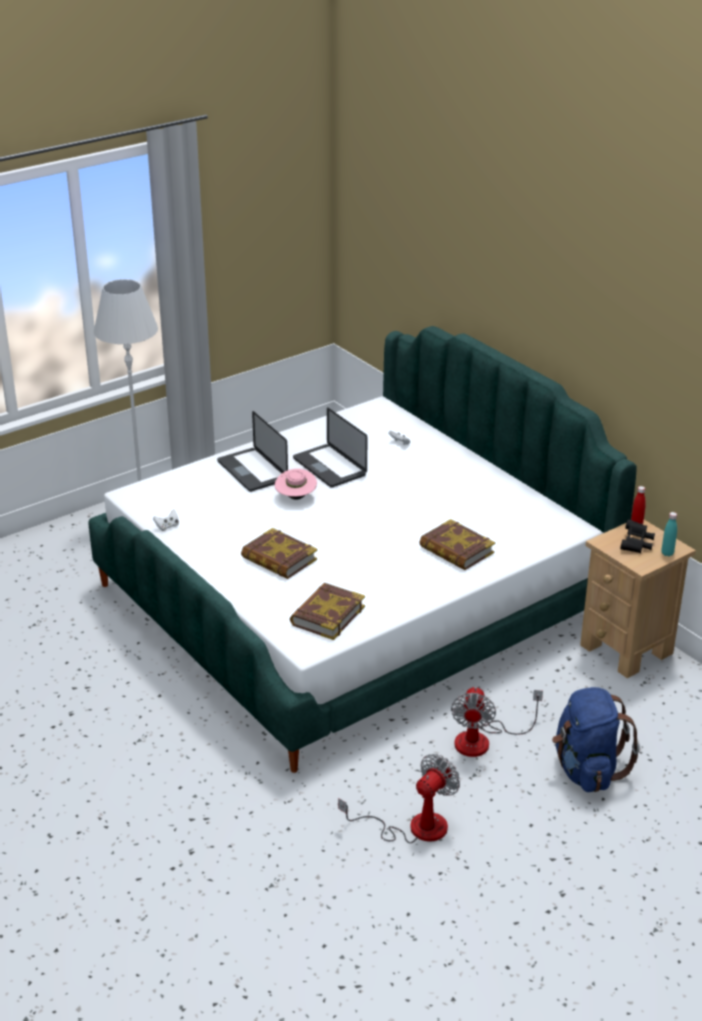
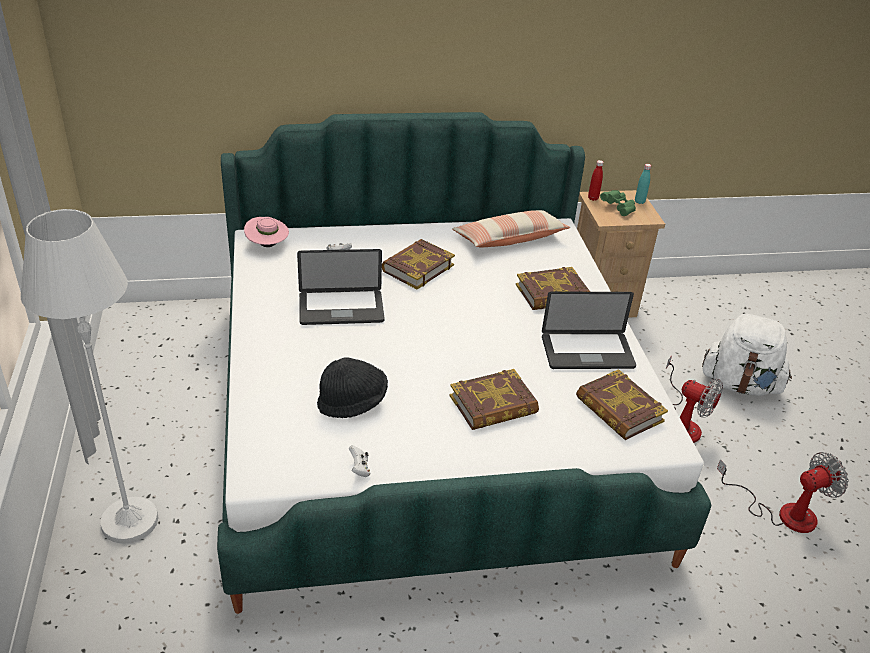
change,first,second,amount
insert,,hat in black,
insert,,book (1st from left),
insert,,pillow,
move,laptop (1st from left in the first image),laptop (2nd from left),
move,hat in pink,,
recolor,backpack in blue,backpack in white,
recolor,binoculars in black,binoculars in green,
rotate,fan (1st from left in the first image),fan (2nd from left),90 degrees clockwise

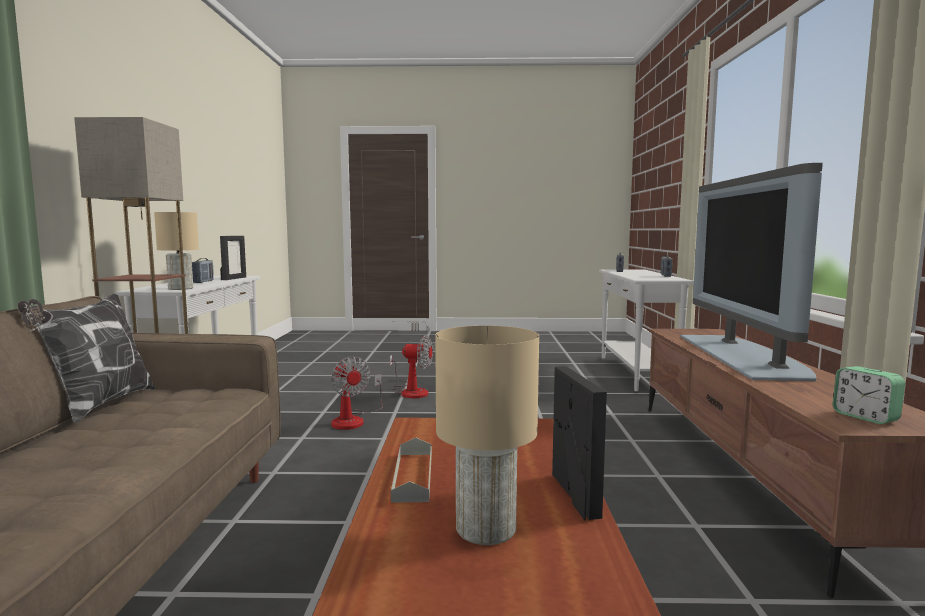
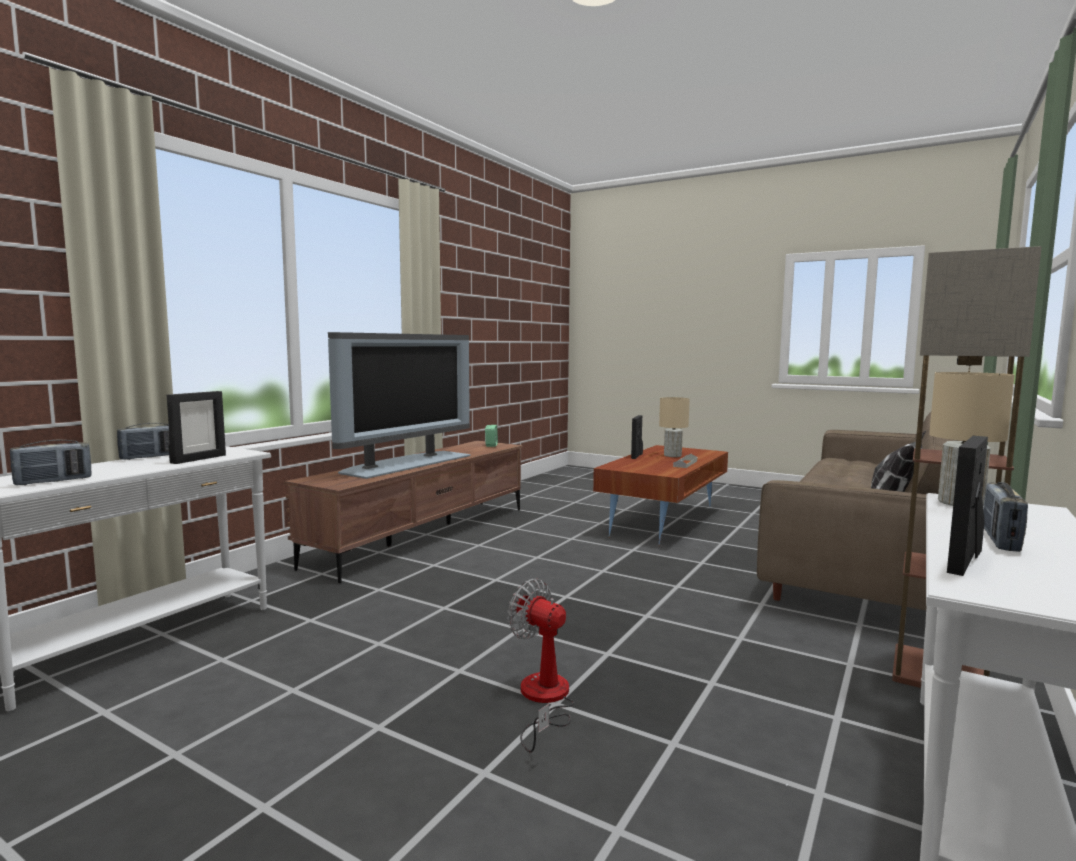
change,first,second,amount
delete,fan (1st from left),,
insert,,picture frame (1st from left),

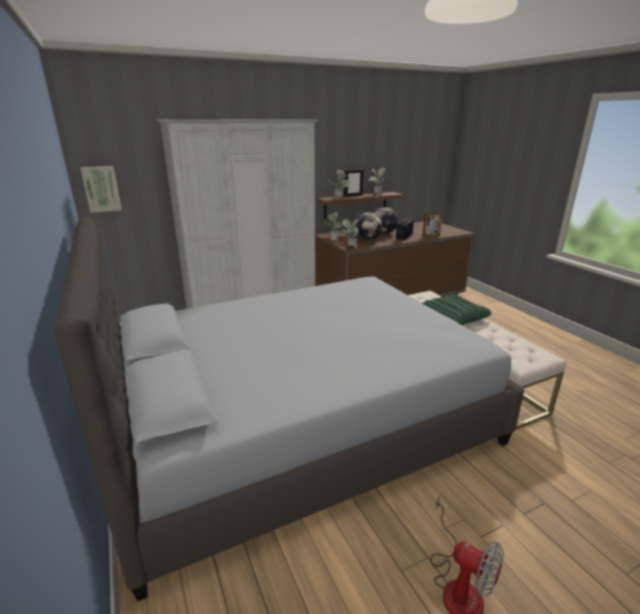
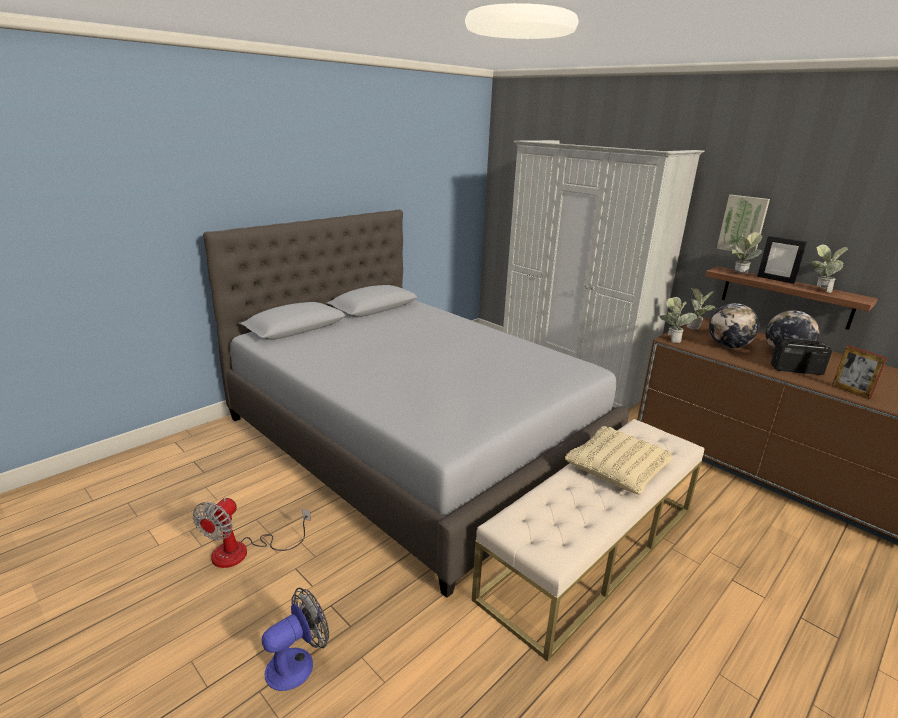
change,first,second,amount
insert,,fan (2nd from left),
move,picture,,
recolor,pillow in green,pillow in beige,

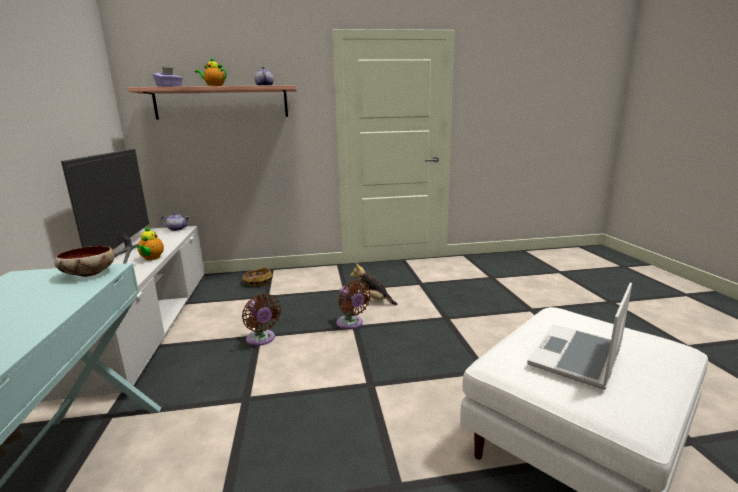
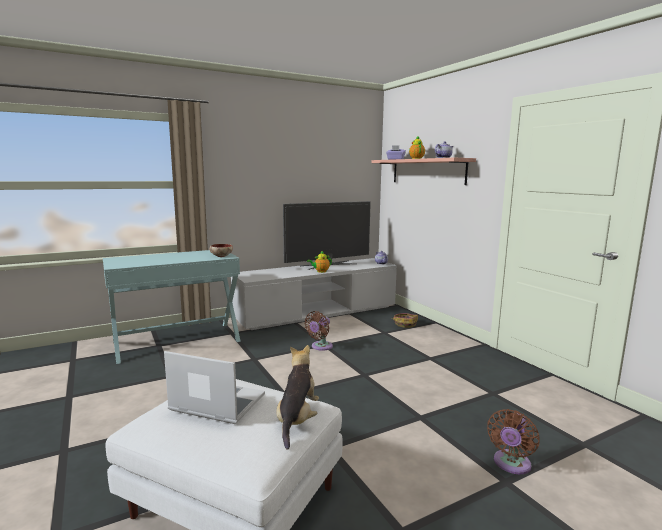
change,first,second,amount
move,fan in brown (2nd from left),,
move,plush toy,,

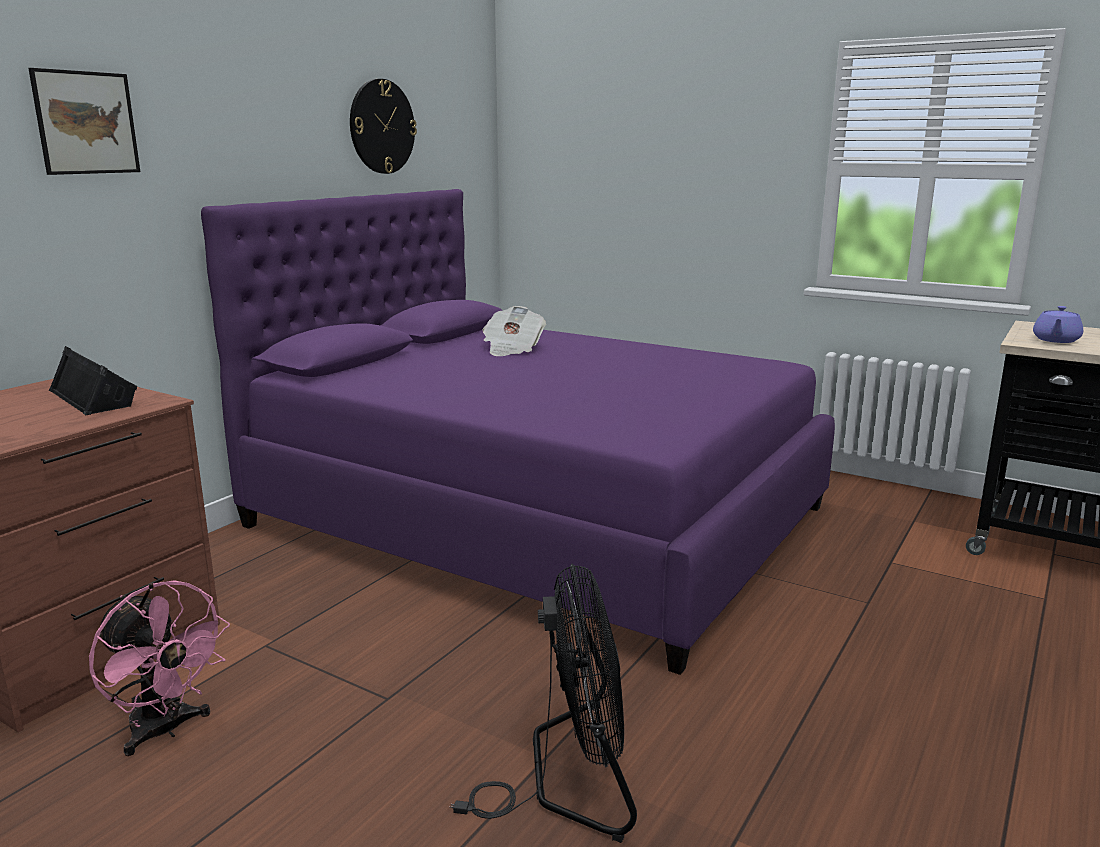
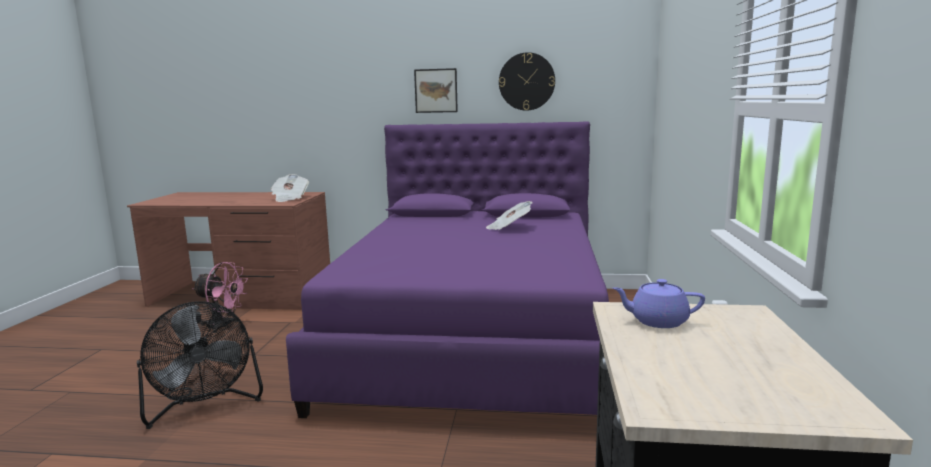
change,first,second,amount
move,picture,,
replace,speaker in black,newspaper (1st from left),
rotate,fan in pink,,90 degrees counterclockwise

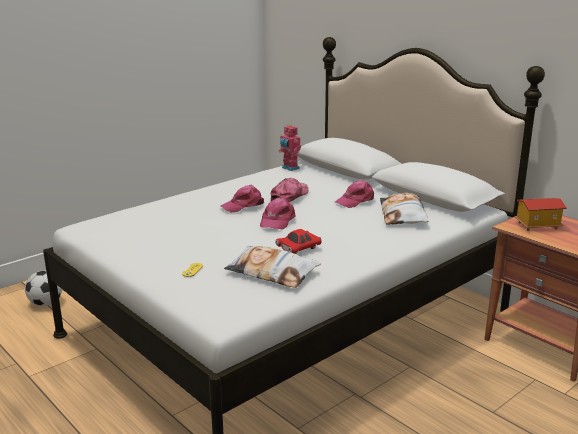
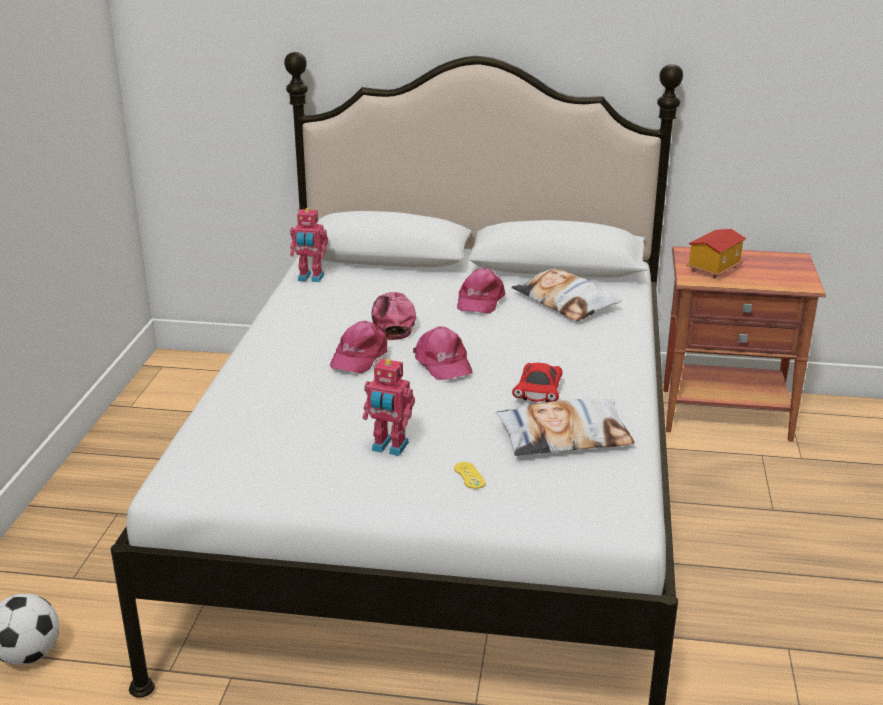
change,first,second,amount
insert,,toy robot (2nd from left),

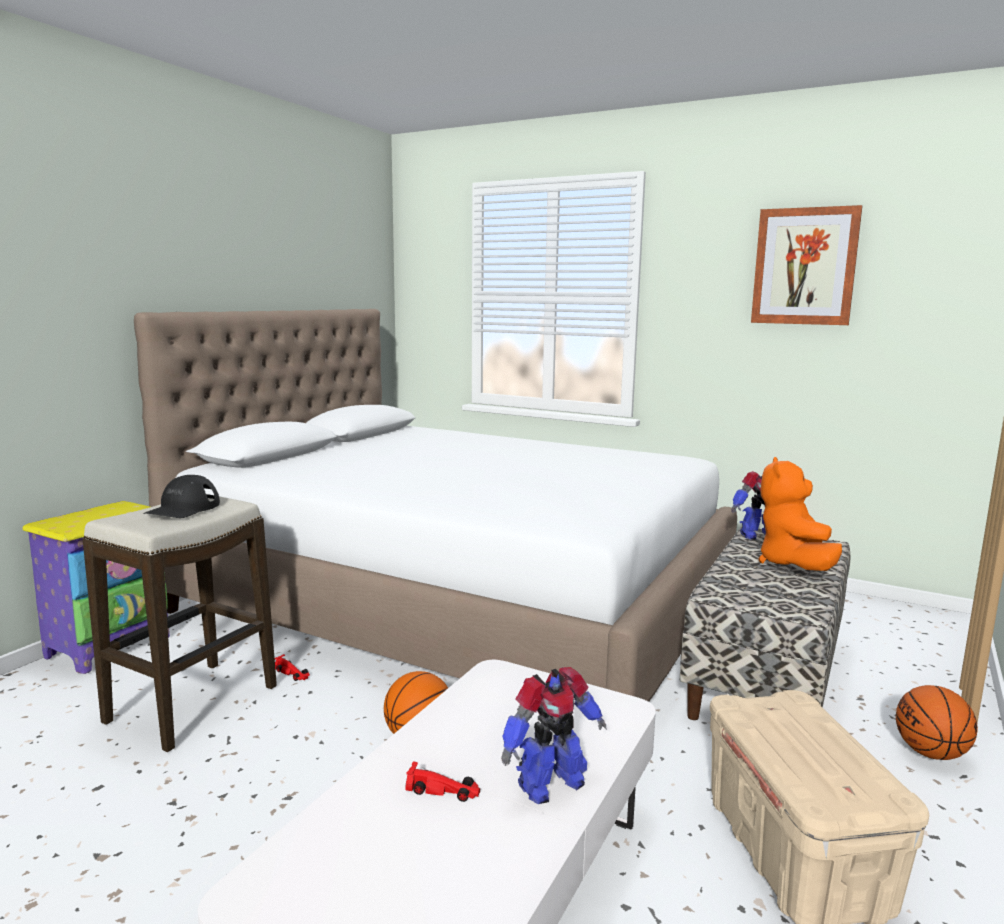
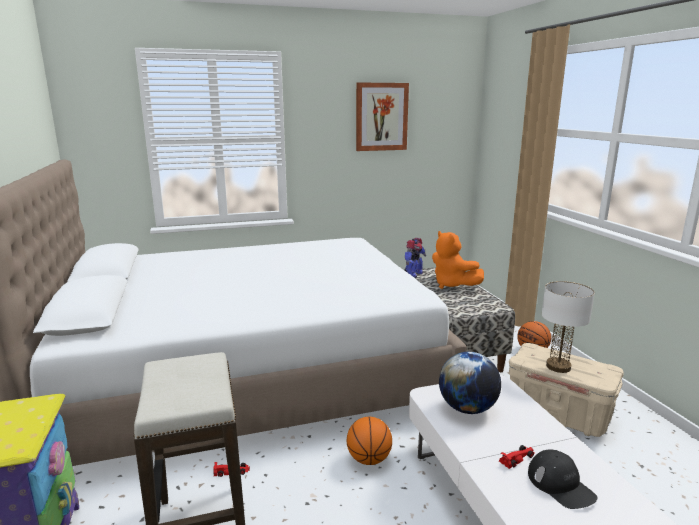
change,first,second,amount
delete,toy robot (1st from left),,
insert,,globe,
insert,,table lamp,
move,cap in black,,

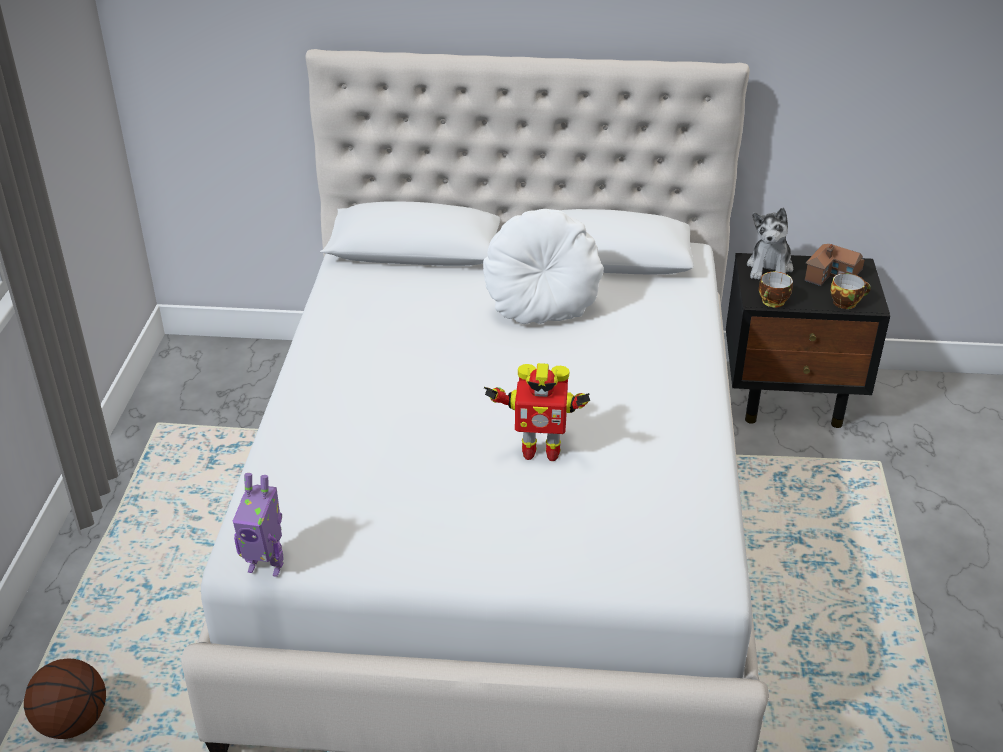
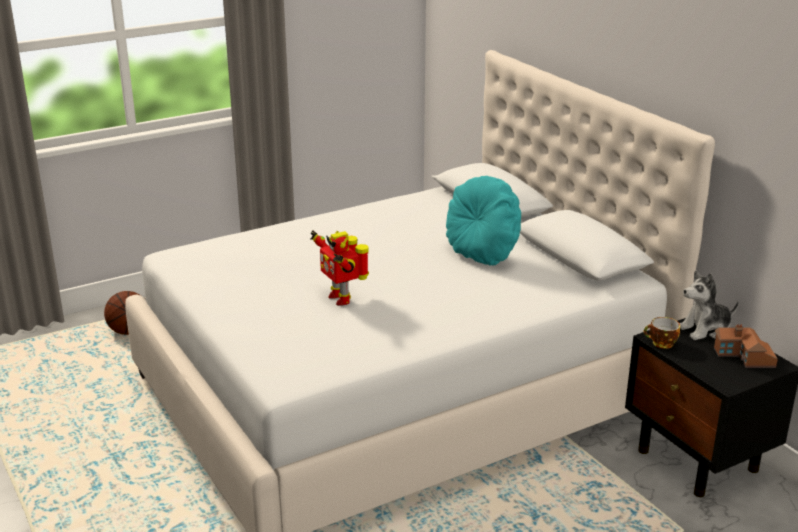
change,first,second,amount
delete,toy robot (1st from left),,
delete,cup (2nd from left),,
recolor,pillow in white,pillow in turquoise,

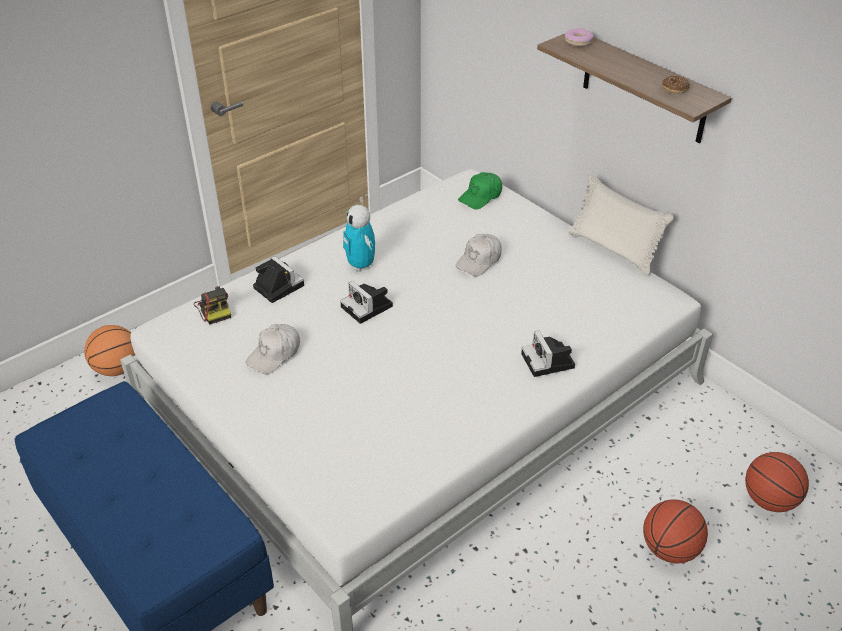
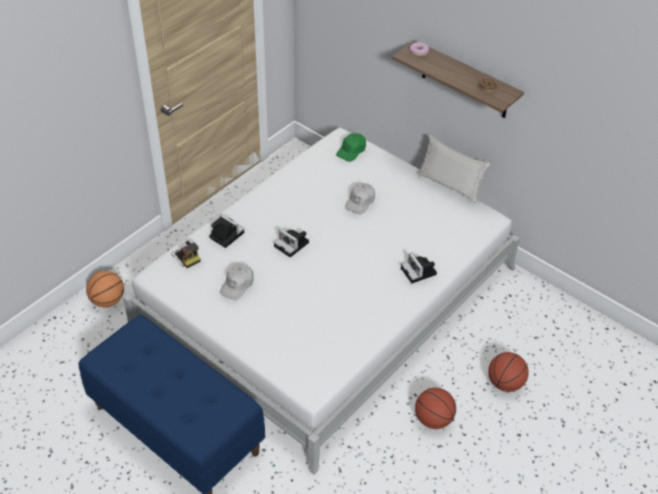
change,first,second,amount
delete,toy robot,,
move,basketball (3rd from left in the first image),basketball (2nd from left),

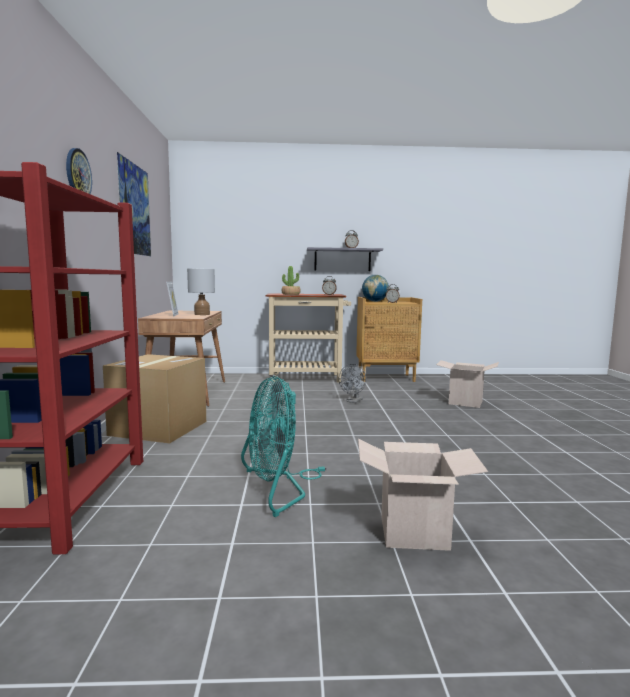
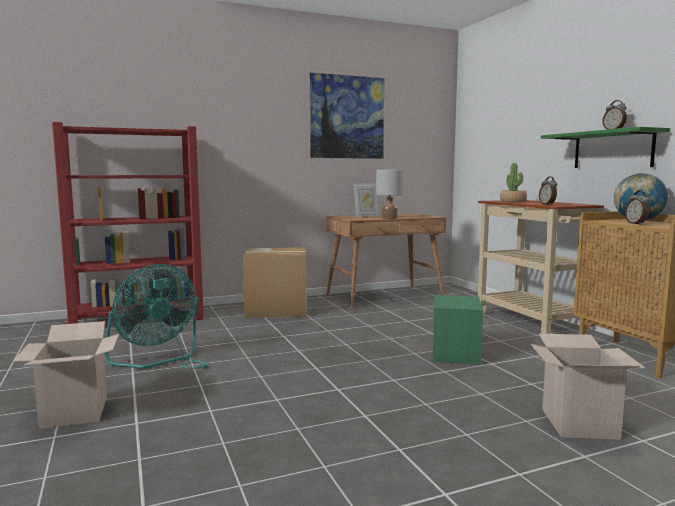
change,first,second,amount
delete,wall clock,,
replace,fan in grey,storage box in green,
recolor,shelf in grey,shelf in green,

